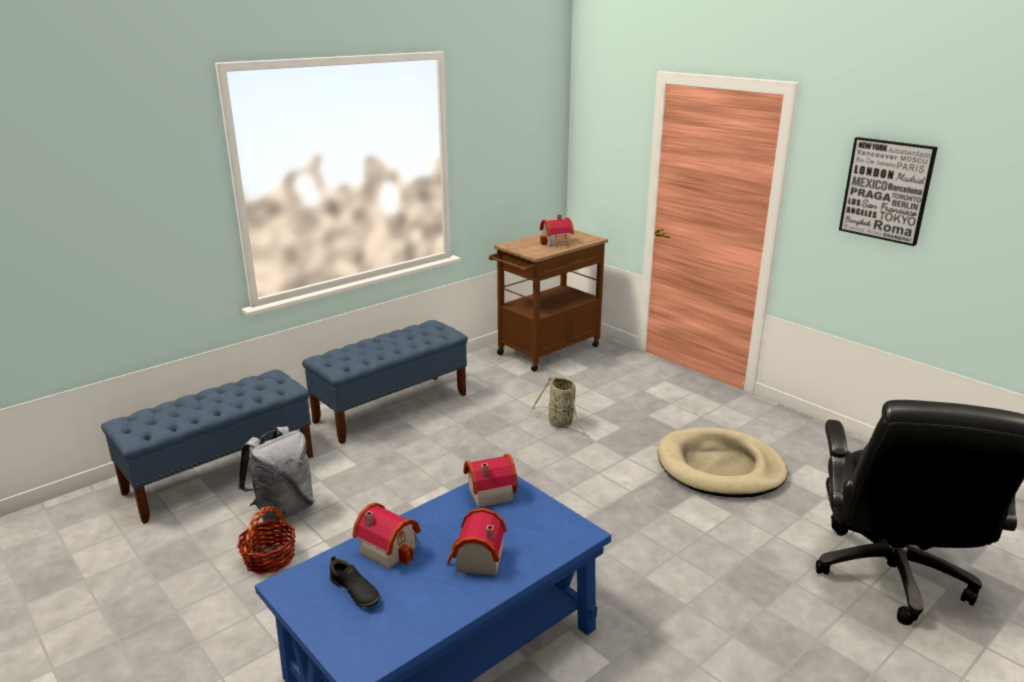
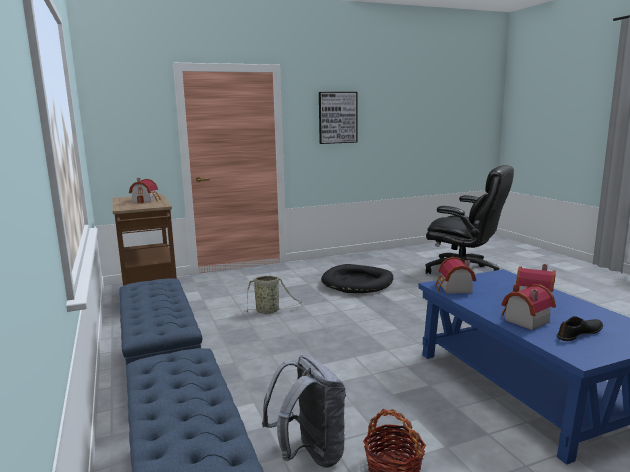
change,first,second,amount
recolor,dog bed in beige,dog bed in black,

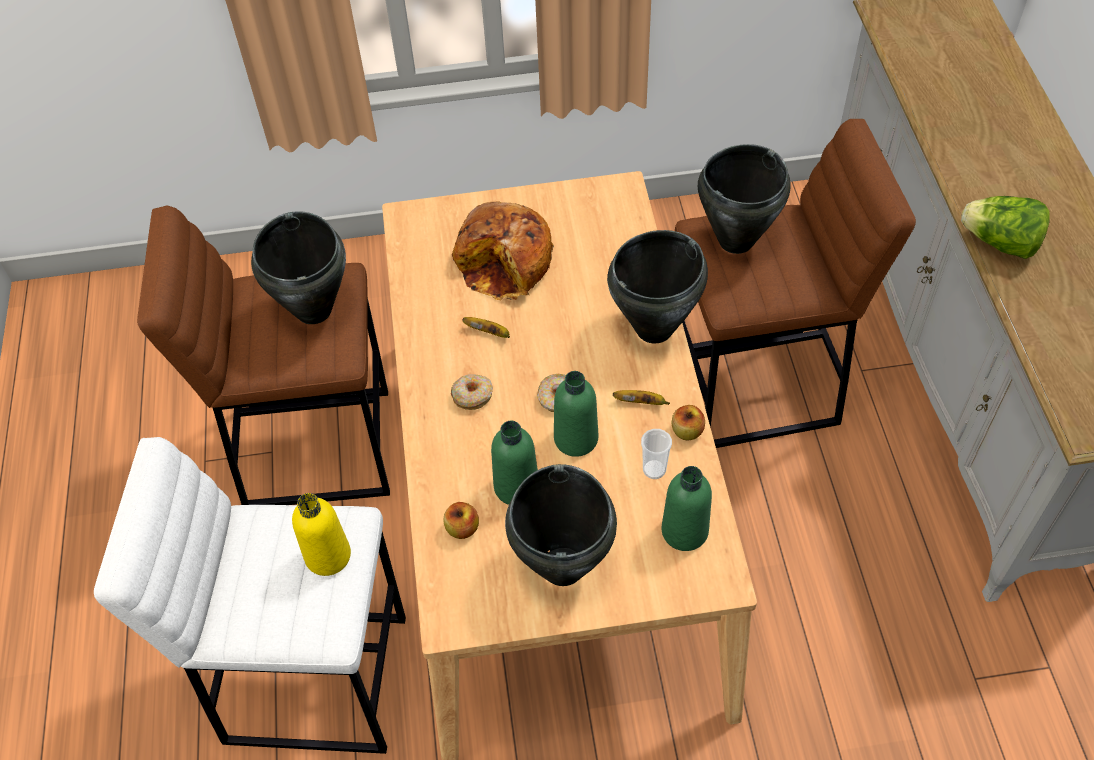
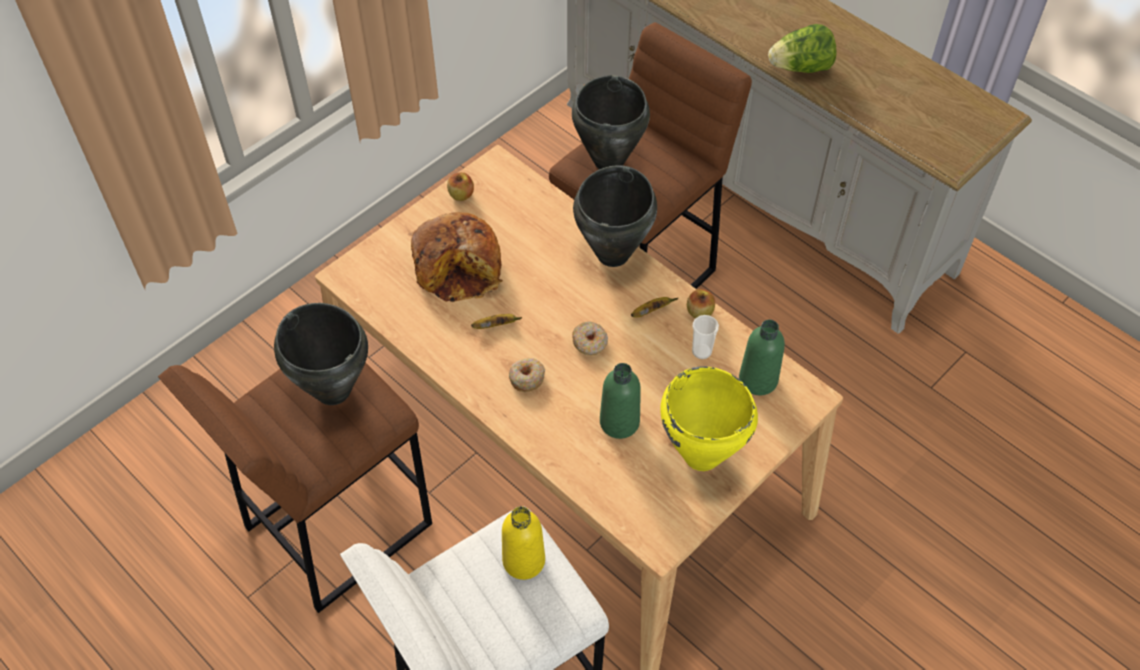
change,first,second,amount
delete,bottle in green (2nd from left),,
move,apple (1st from left),,
recolor,cooking pot in black (2nd from left),cooking pot in yellow,

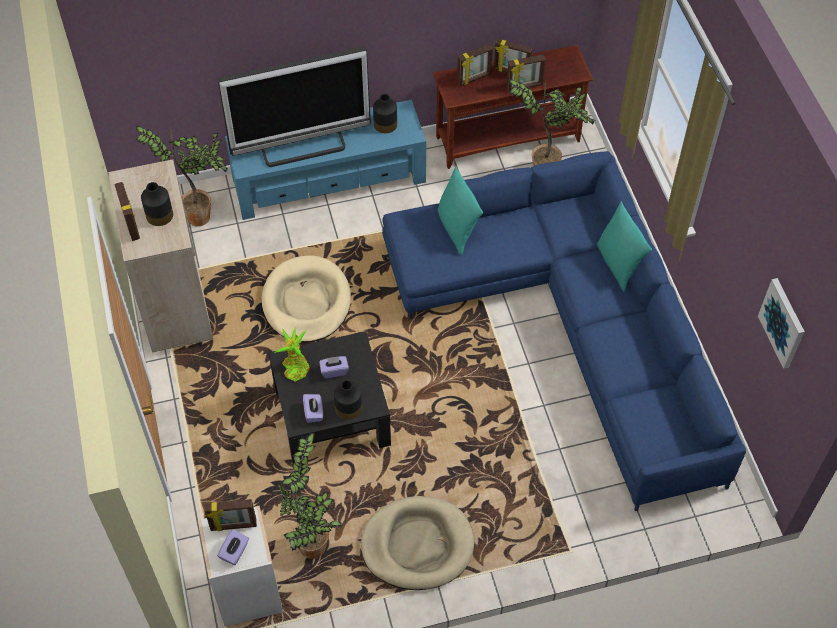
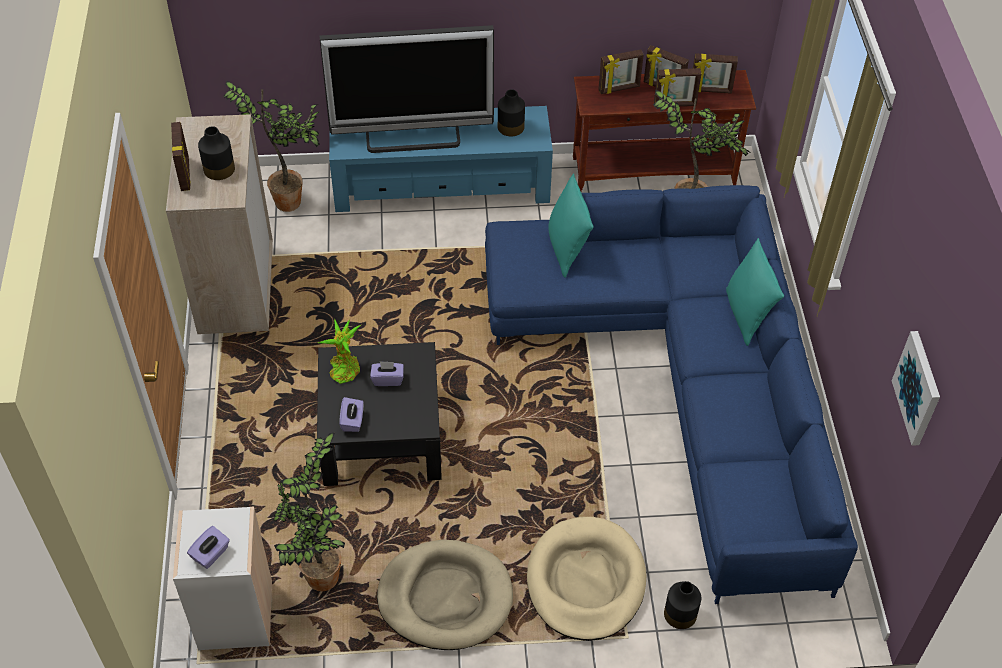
change,first,second,amount
move,picture frame (2nd from left in the first image),picture frame (5th from left),
move,dog bed in beige (1st from left in the first image),dog bed in beige (2nd from left),
move,vase in black (2nd from left in the first image),vase in black (3rd from left),

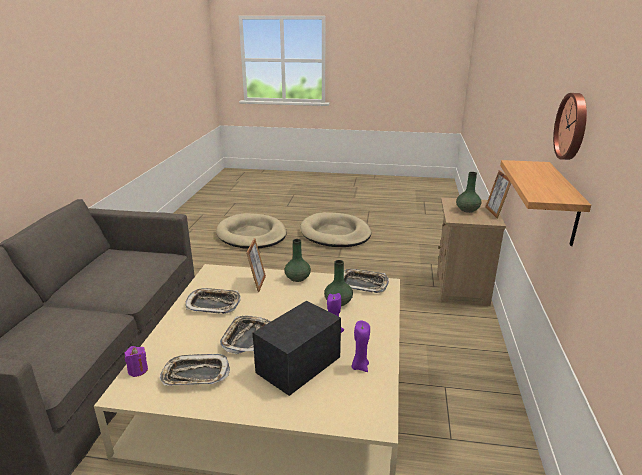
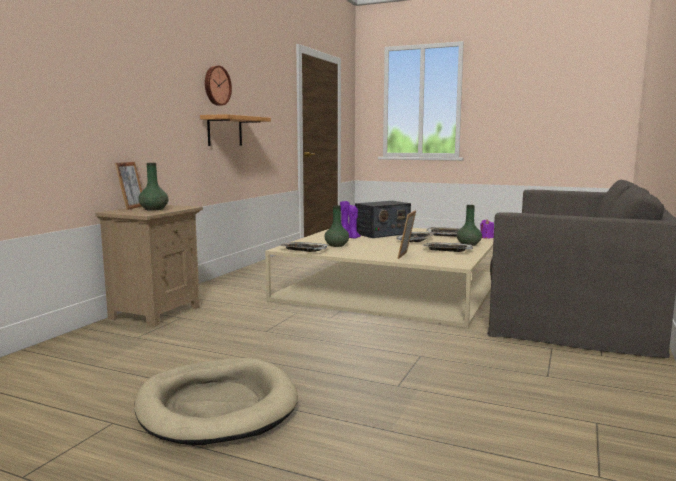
change,first,second,amount
delete,dog bed in beige (1st from left),,
move,vase in green (1st from left in the first image),vase in green (3rd from left),

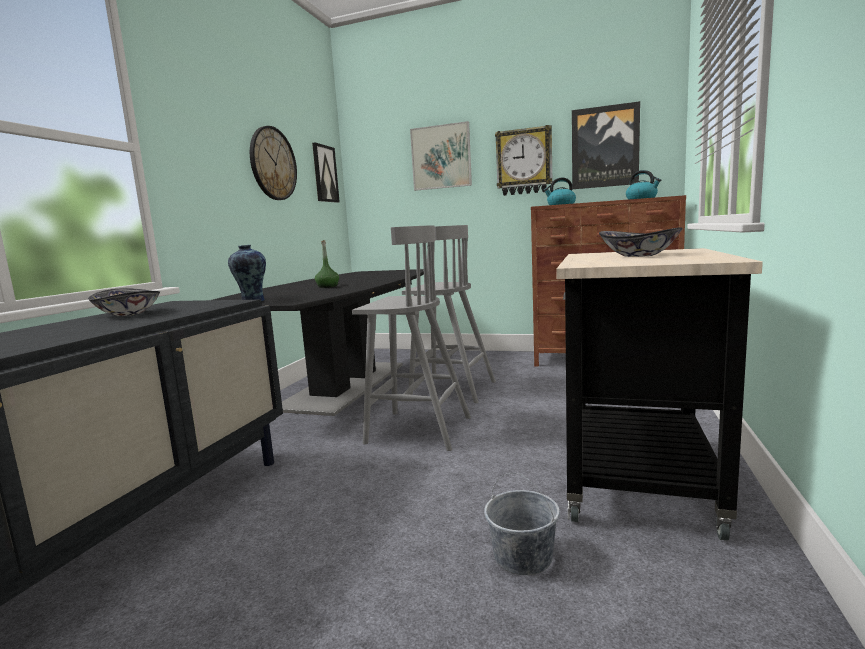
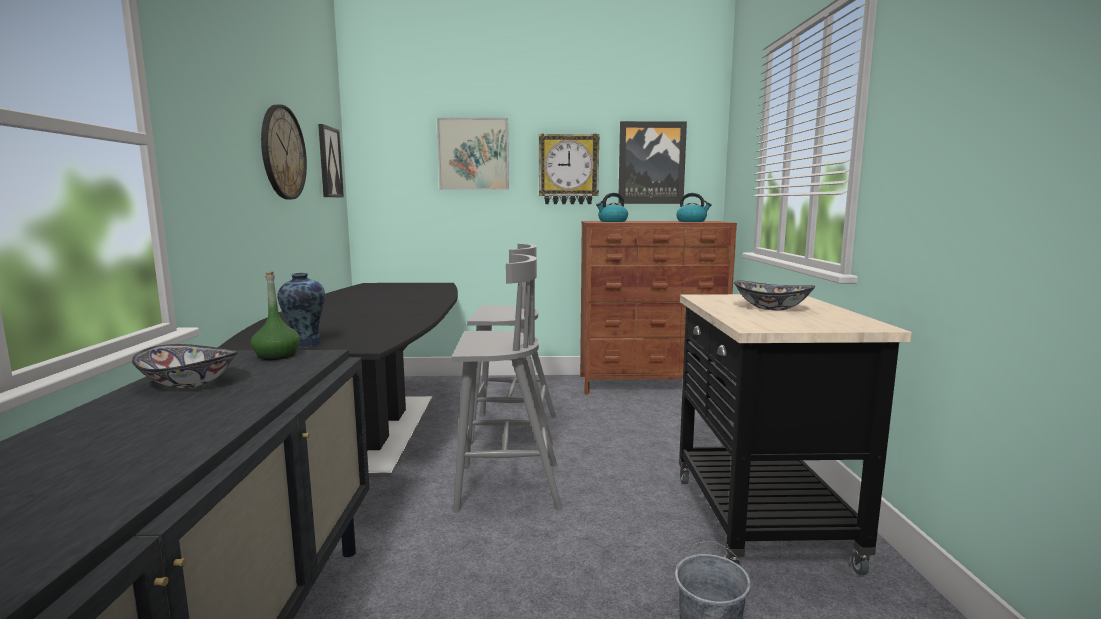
change,first,second,amount
move,bottle in green,,

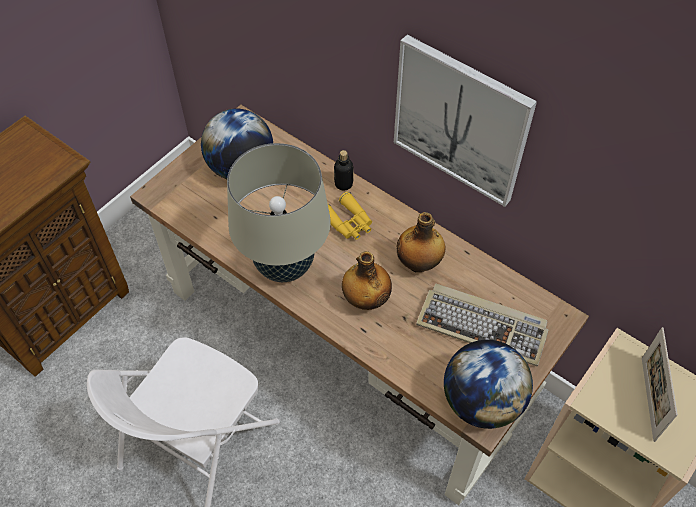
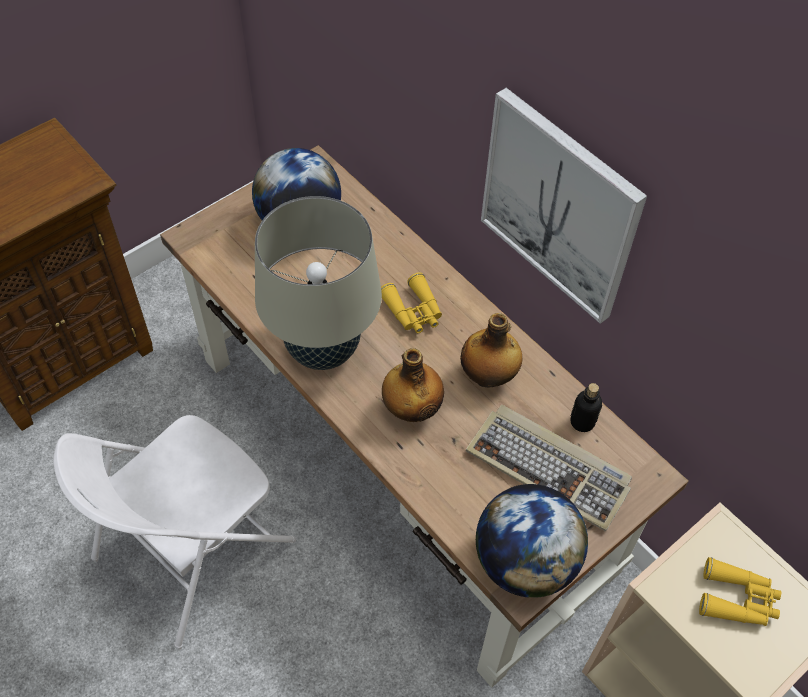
change,first,second,amount
move,bottle (1st from left in the first image),bottle (3rd from left),
replace,picture frame,binoculars in yellow (2nd from left),

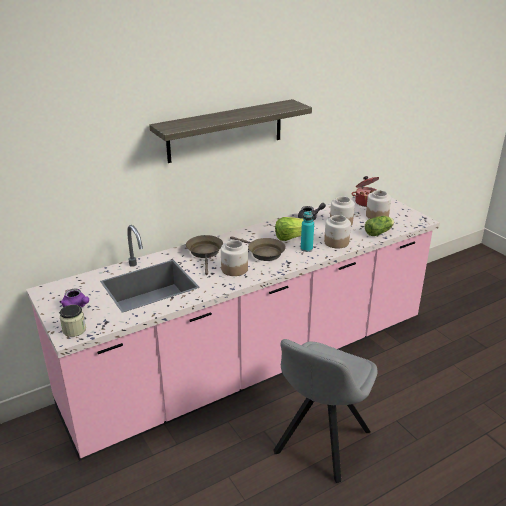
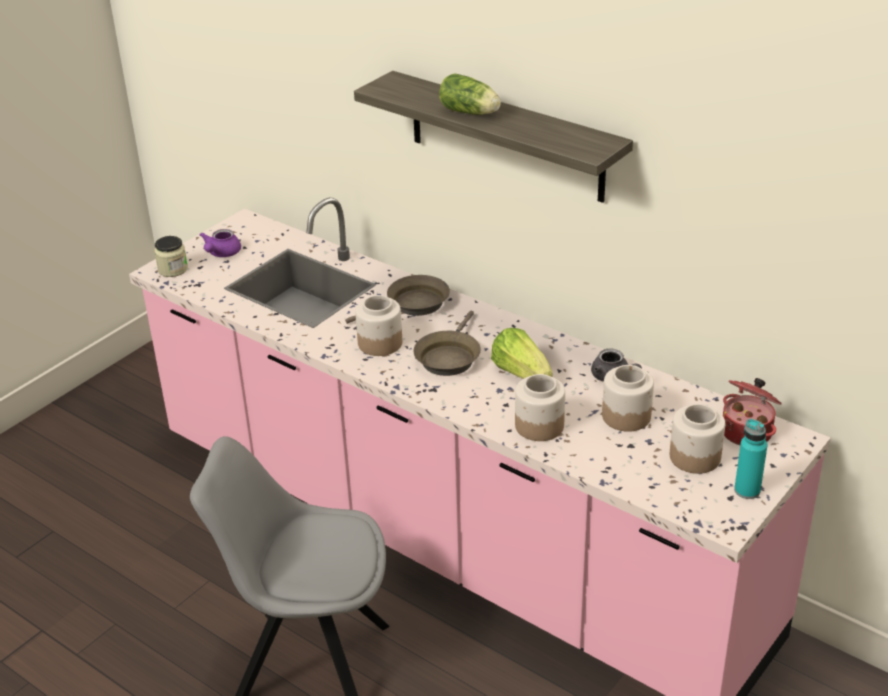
change,first,second,amount
move,bottle in turquoise,,
move,lettuce (2nd from left in the first image),lettuce (1st from left),

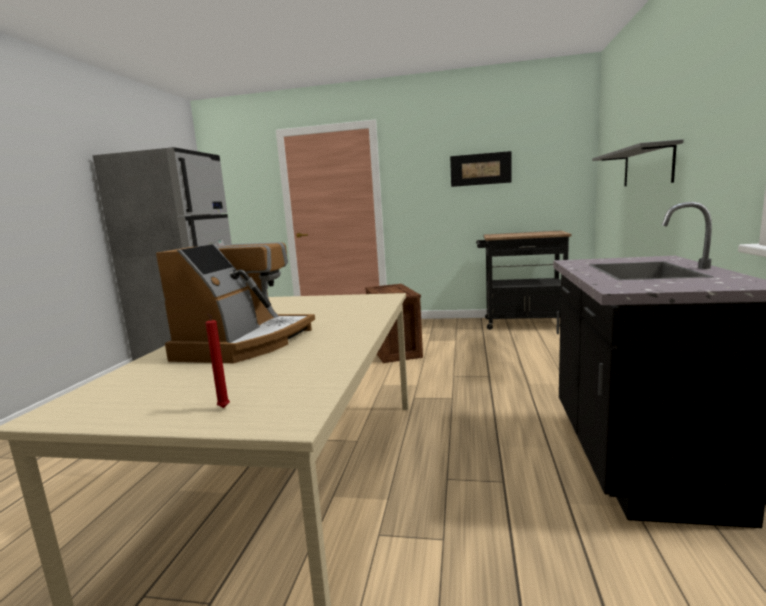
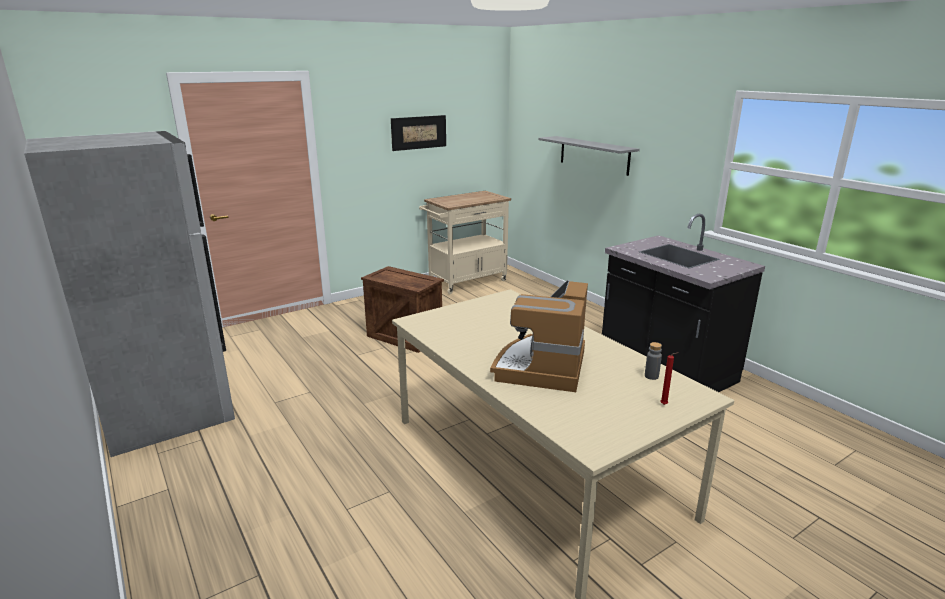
change,first,second,amount
insert,,bottle in grey,
recolor,cart in black,cart in beige,
rotate,coffee machine,,135 degrees counterclockwise

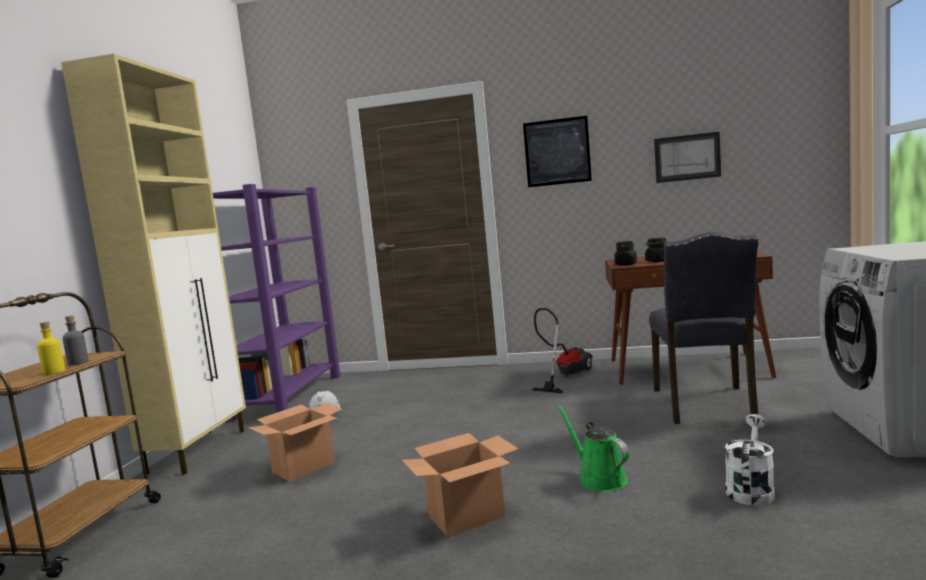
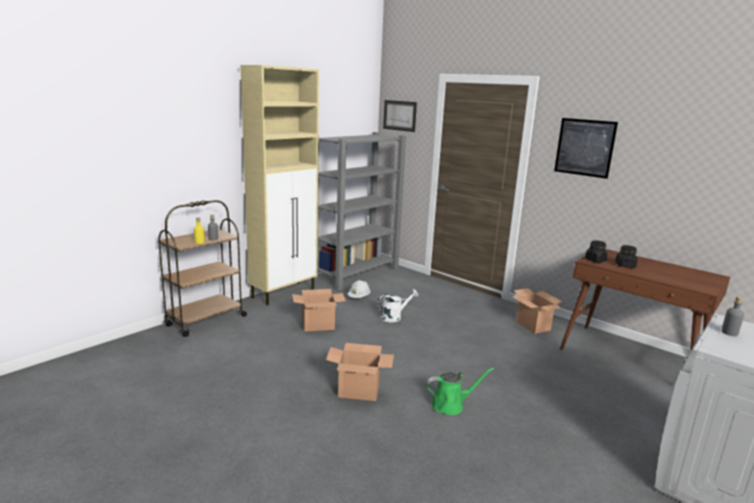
change,first,second,amount
delete,chair in grey,,
insert,,bottle in grey (2nd from left),
move,picture (2nd from left in the first image),picture (1st from left),
move,watering can in white,,
replace,vacuum cleaner,cardboard box (3rd from left),
recolor,bookcase in purple,bookcase in grey,
rotate,watering can in green,,75 degrees clockwise

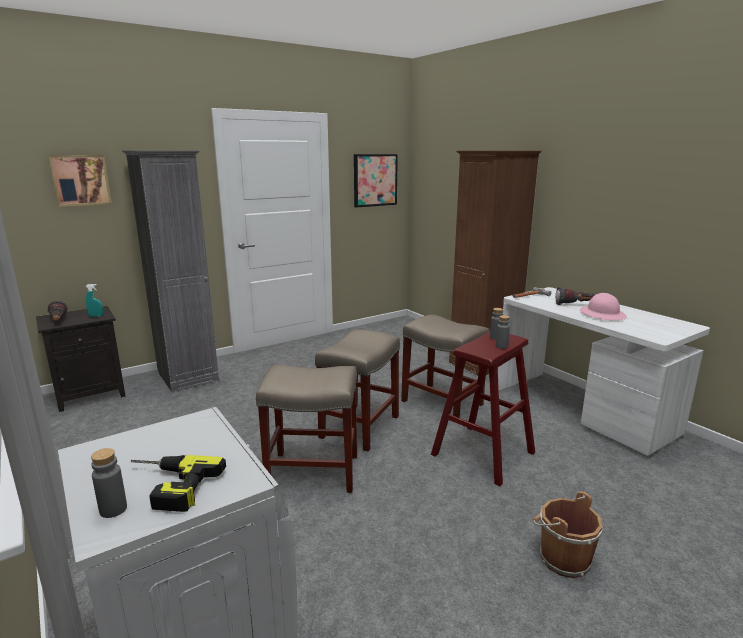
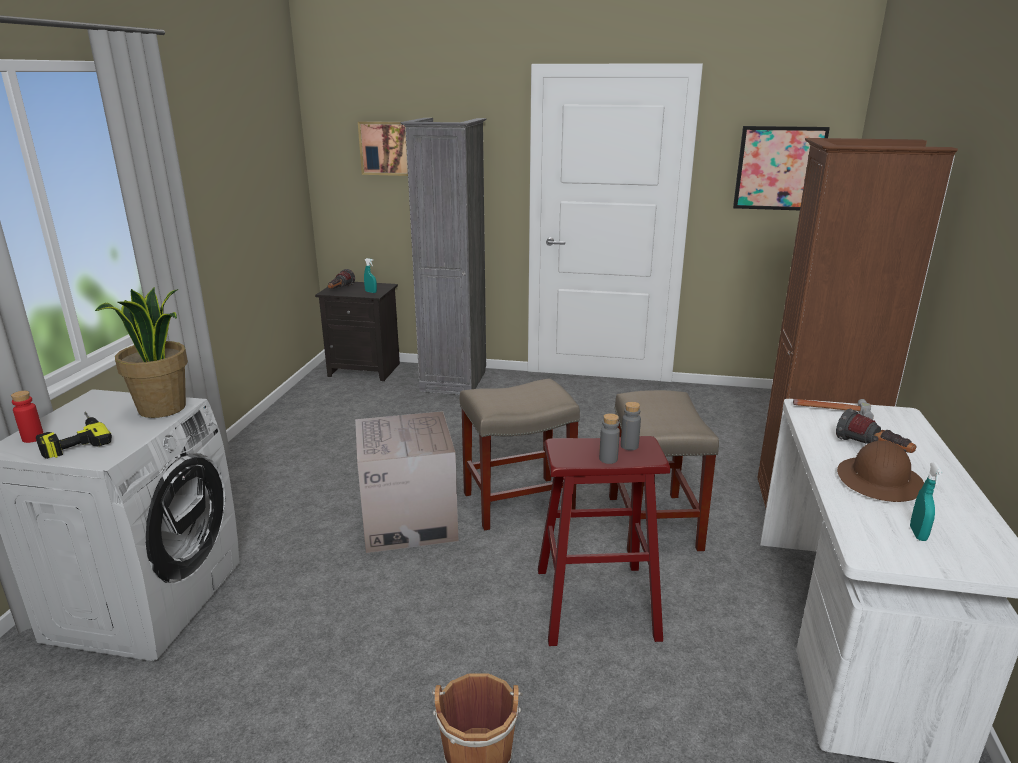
change,first,second,amount
insert,,potted plant,
insert,,spray bottle in turquoise (2nd from left),
replace,stool in beige (1st from left),cardboard box,
recolor,bottle in grey (1st from left),bottle in red,
recolor,hard hat in pink,hard hat in brown,

